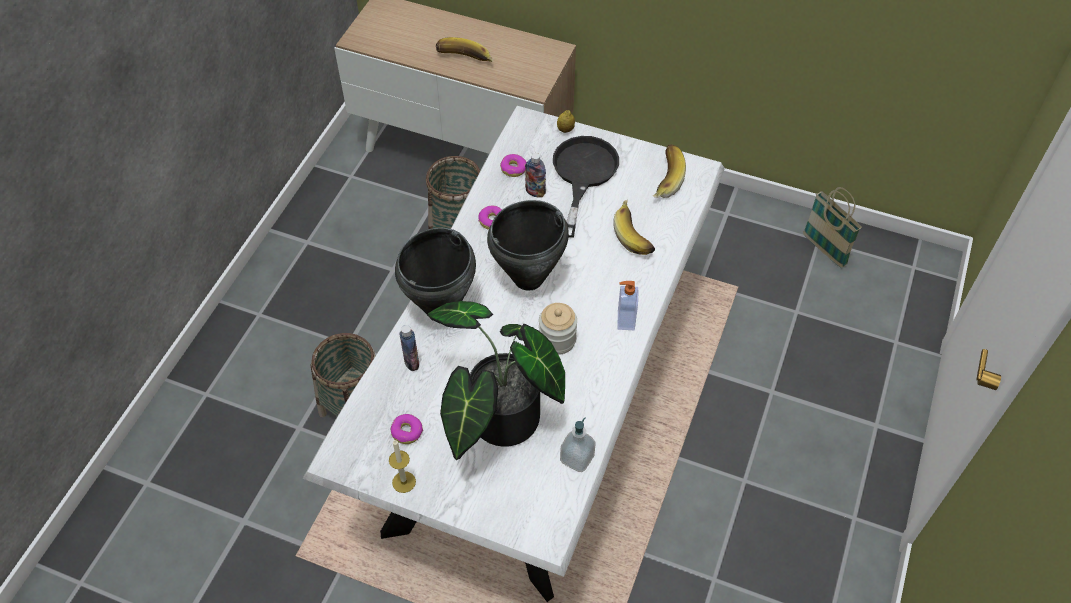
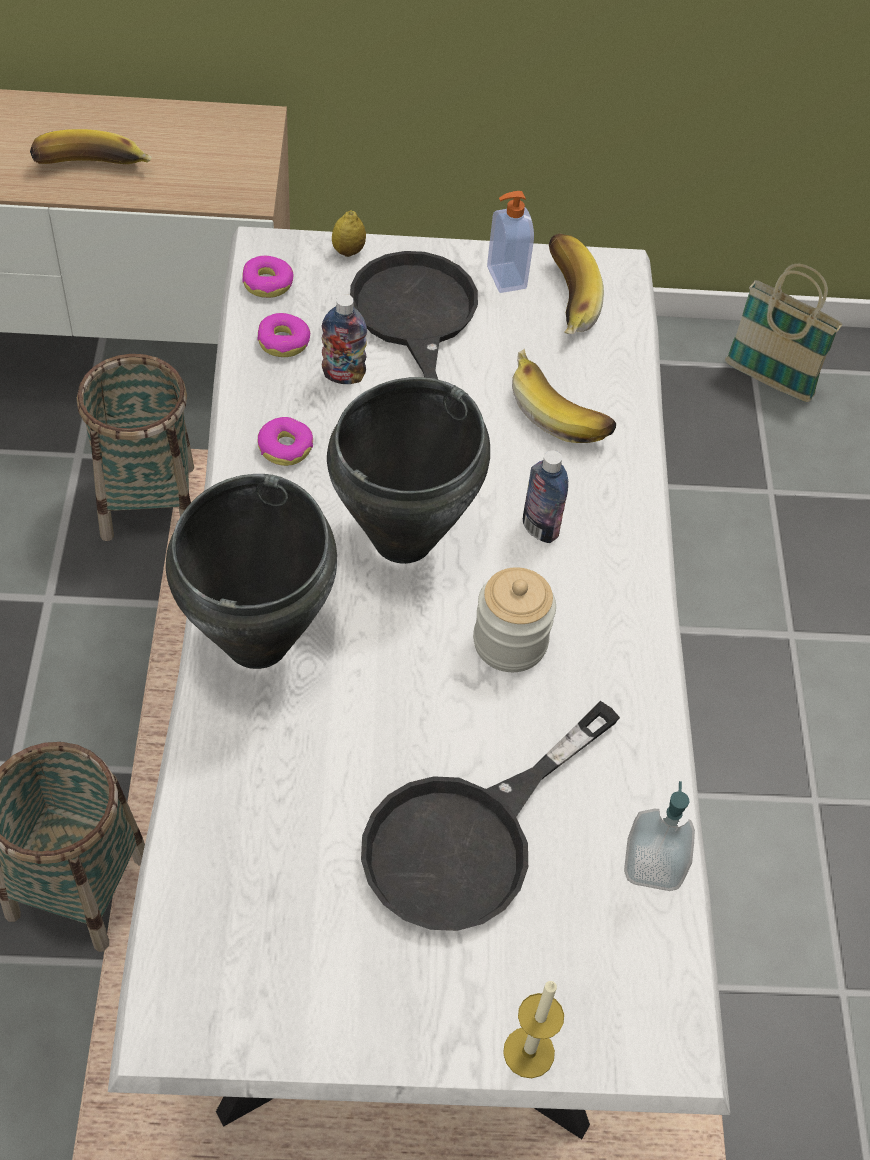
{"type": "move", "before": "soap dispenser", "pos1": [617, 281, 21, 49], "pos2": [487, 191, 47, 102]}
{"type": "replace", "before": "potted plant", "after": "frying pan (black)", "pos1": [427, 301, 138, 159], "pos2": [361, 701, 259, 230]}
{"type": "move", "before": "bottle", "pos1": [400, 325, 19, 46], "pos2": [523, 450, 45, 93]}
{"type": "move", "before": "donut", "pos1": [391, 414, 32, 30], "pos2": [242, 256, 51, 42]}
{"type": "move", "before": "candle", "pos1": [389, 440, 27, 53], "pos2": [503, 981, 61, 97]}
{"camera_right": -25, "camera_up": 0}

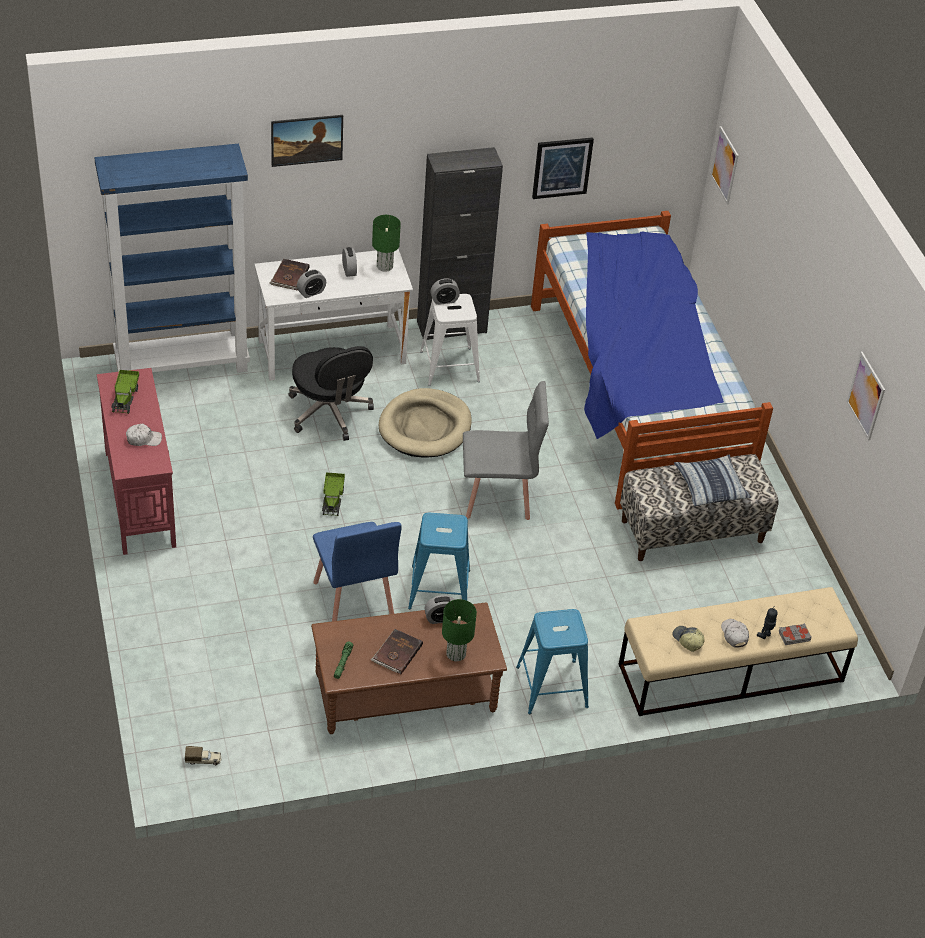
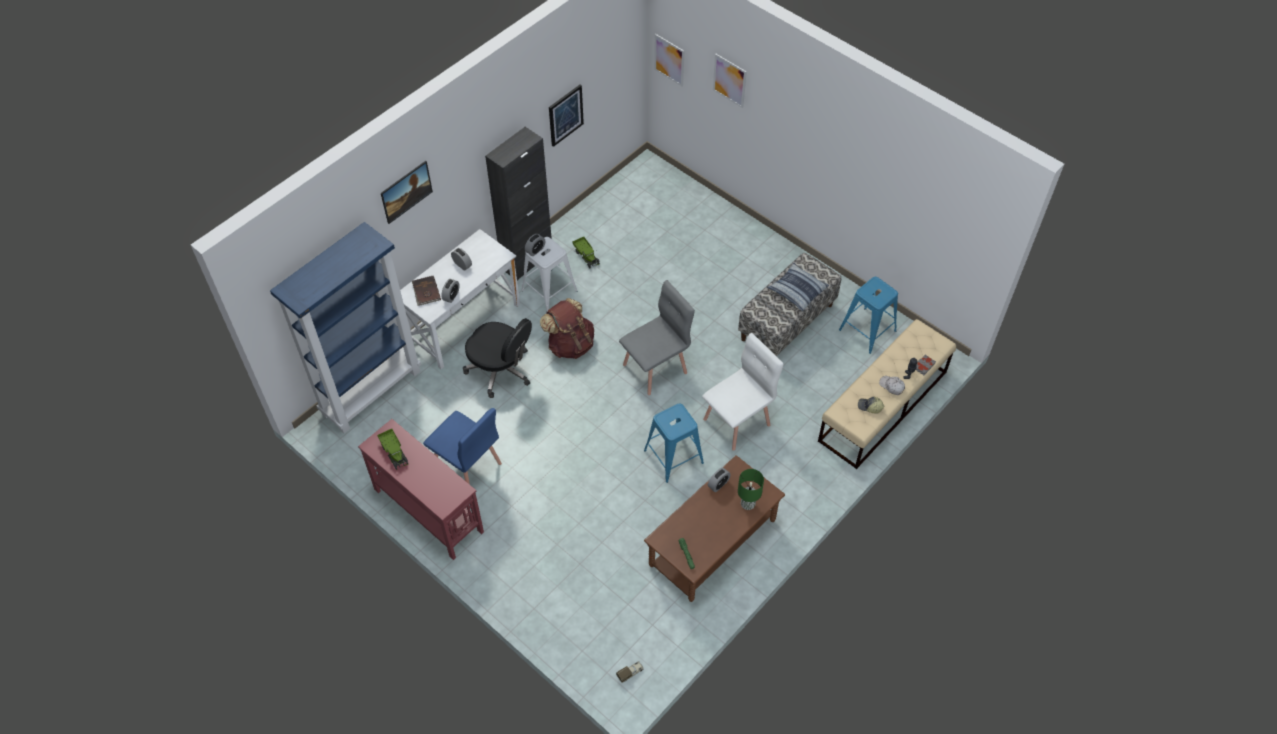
{"type": "delete", "before": "bed", "pos1": [531, 211, 242, 299]}
{"type": "delete", "before": "table lamp (green)", "pos1": [372, 215, 29, 57]}
{"type": "move", "before": "picture", "pos1": [847, 352, 38, 89], "pos2": [713, 54, 34, 54]}
{"type": "replace", "before": "dog bed (beige)", "after": "backpack (brown)", "pos1": [379, 388, 93, 70], "pos2": [540, 298, 54, 61]}
{"type": "delete", "before": "cap (white)", "pos1": [126, 424, 36, 22]}
{"type": "move", "before": "toy truck", "pos1": [322, 472, 23, 44], "pos2": [572, 237, 28, 31]}
{"type": "move", "before": "chair (blue)", "pos1": [313, 522, 89, 99], "pos2": [423, 408, 79, 76]}
{"type": "move", "before": "stool (blue)", "pos1": [516, 609, 73, 105], "pos2": [839, 277, 59, 77]}
{"type": "delete", "before": "book (brown)", "pos1": [371, 629, 52, 45]}
{"type": "insert", "after": "chair (white)", "pos2": [702, 333, 82, 118]}
{"camera_right": -30, "camera_up": 10}

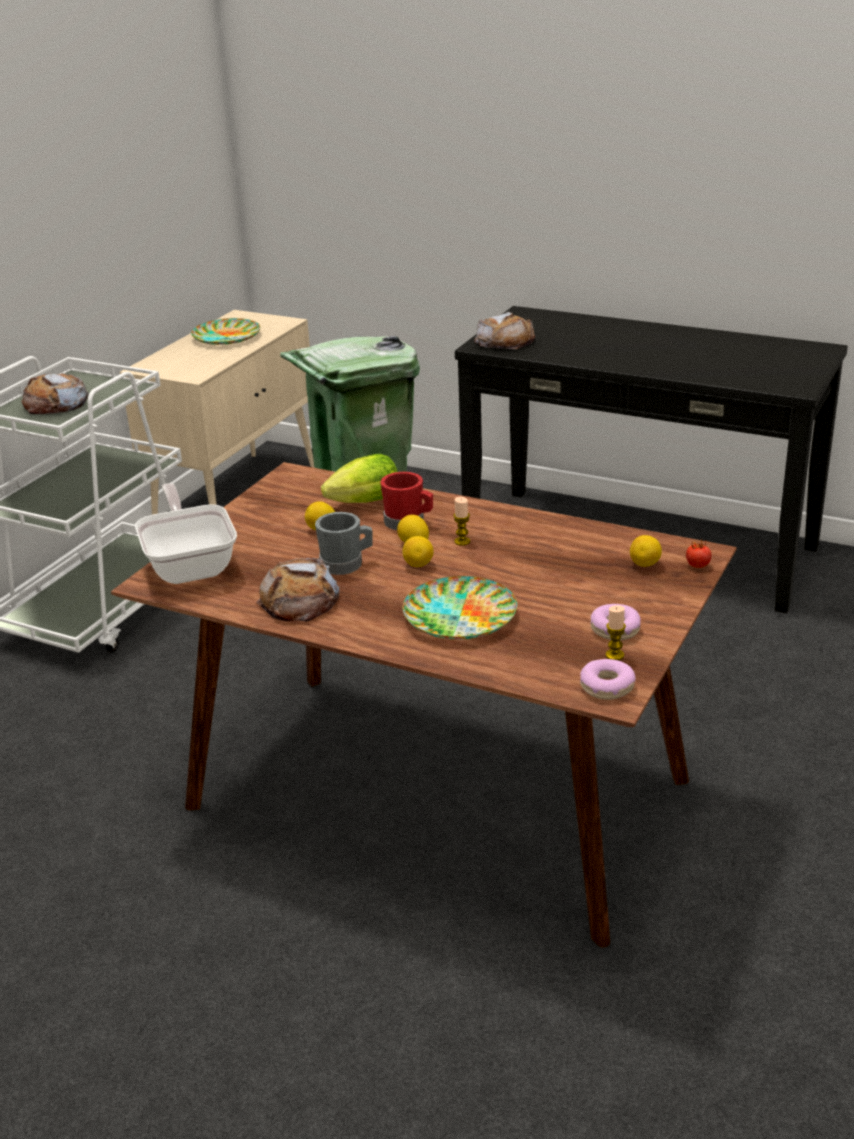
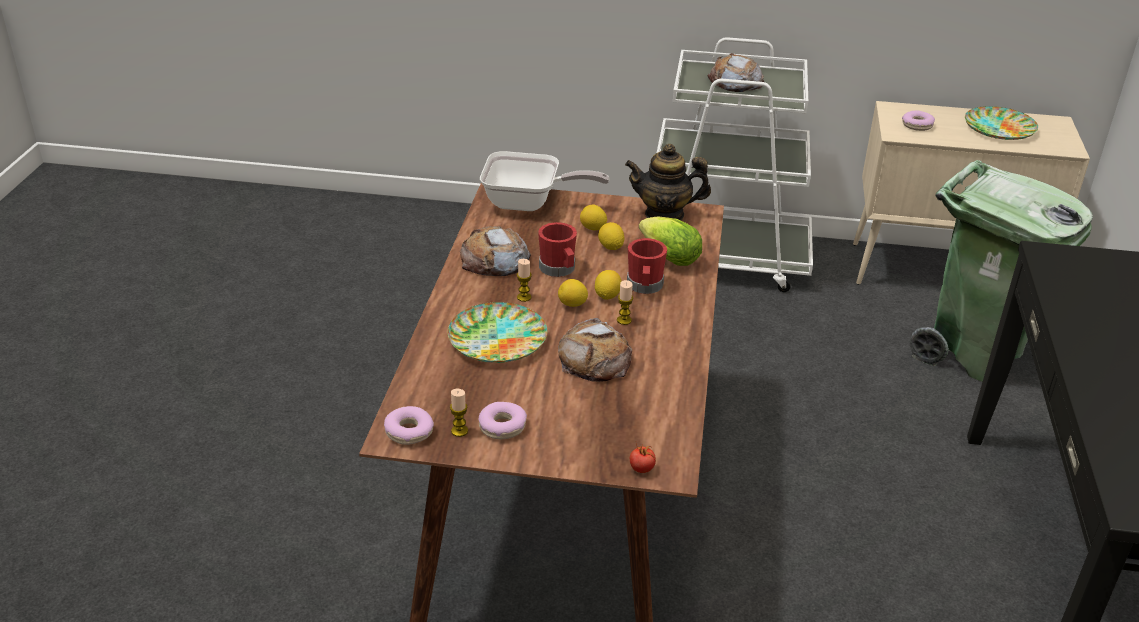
{"type": "move", "before": "bread", "pos1": [474, 312, 61, 37], "pos2": [558, 318, 74, 64]}
{"type": "rotate", "before": "frying pan", "pos1": [135, 483, 102, 101], "pos2": [480, 151, 130, 60], "turn": 45}
{"type": "recolor", "before": "mug (grey)", "after": "mug (red)", "pos1": [315, 512, 57, 63], "pos2": [538, 222, 39, 55]}
{"type": "move", "before": "lemon", "pos1": [630, 535, 32, 32], "pos2": [580, 205, 27, 25]}
{"type": "insert", "after": "donut", "pos2": [902, 111, 33, 20]}
{"type": "insert", "after": "teapot", "pos2": [625, 144, 86, 76]}
{"type": "insert", "after": "candle", "pos2": [517, 259, 15, 43]}
{"camera_right": 70, "camera_up": 5}

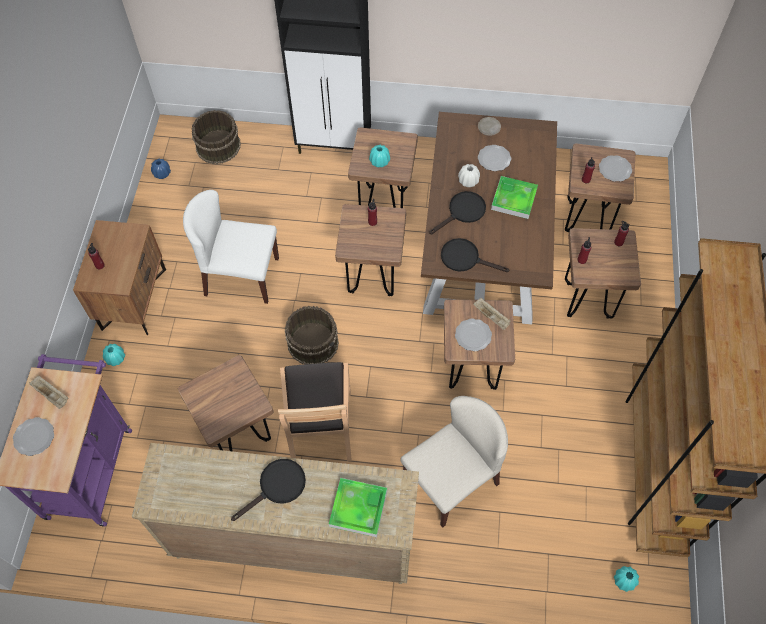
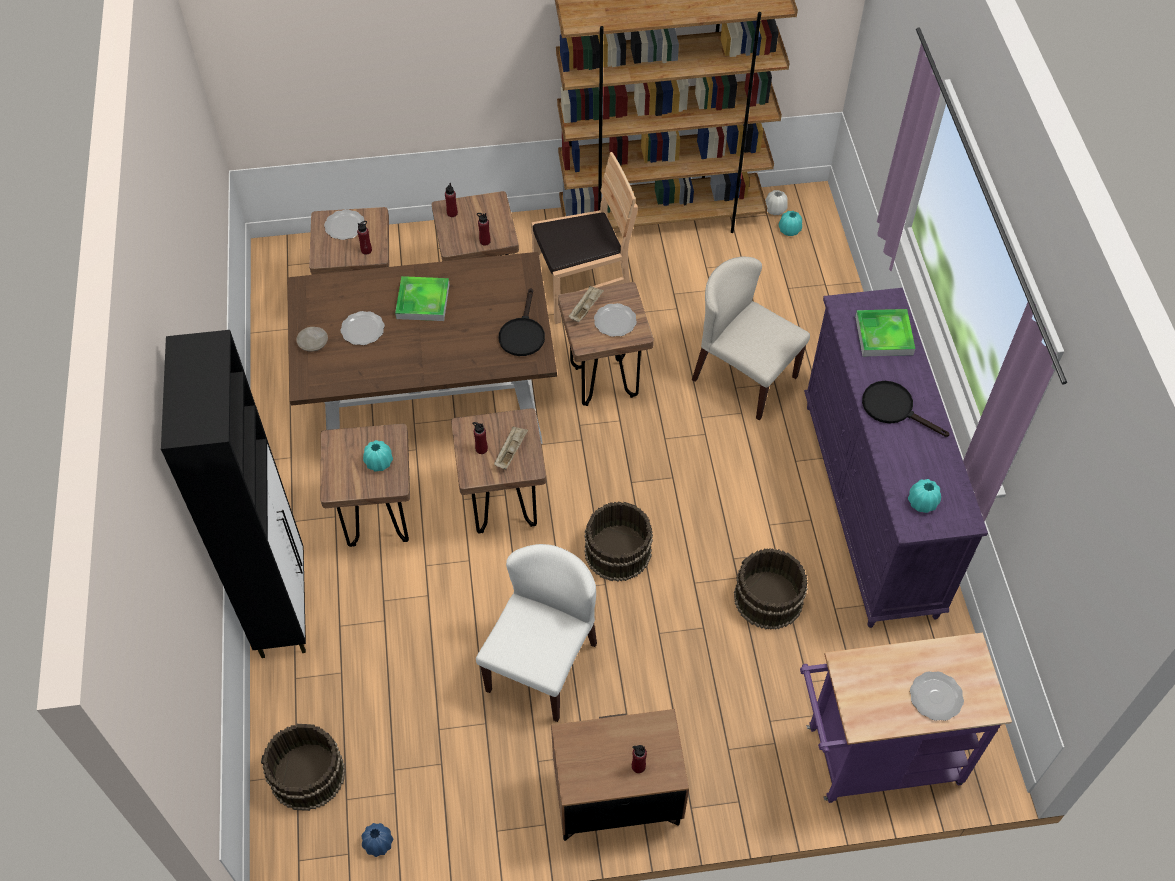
{"type": "move", "before": "vase (white)", "pos1": [458, 164, 22, 23], "pos2": [765, 190, 23, 25]}
{"type": "rotate", "before": "chair (white)", "pos1": [183, 190, 96, 114], "pos2": [476, 544, 121, 178], "turn": -150}
{"type": "delete", "before": "frying pan (black)", "pos1": [429, 191, 57, 43]}
{"type": "move", "before": "vase (turquoise)", "pos1": [103, 344, 22, 22], "pos2": [908, 479, 33, 34]}
{"type": "replace", "before": "stool (brown)", "after": "bucket (brown)", "pos1": [178, 355, 96, 97], "pos2": [734, 548, 74, 82]}
{"type": "move", "before": "chair (brown)", "pos1": [278, 362, 73, 99], "pos2": [531, 152, 107, 172]}
{"type": "move", "before": "tray (beige)", "pos1": [29, 376, 40, 33], "pos2": [494, 426, 34, 44]}
{"type": "recolor", "before": "dresser (beige)", "after": "dresser (purple)", "pos1": [132, 443, 287, 141], "pos2": [804, 288, 184, 340]}
{"camera_right": -105, "camera_up": -5}

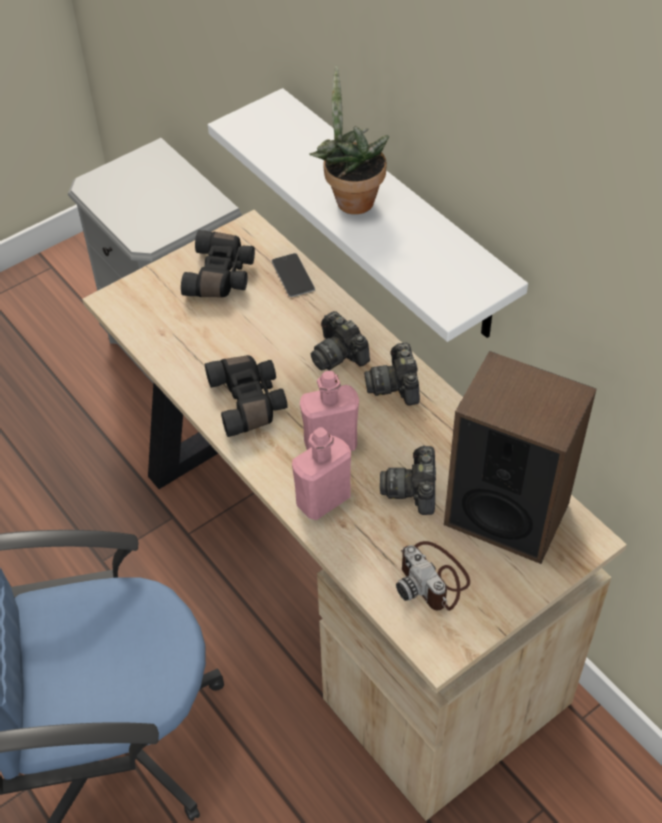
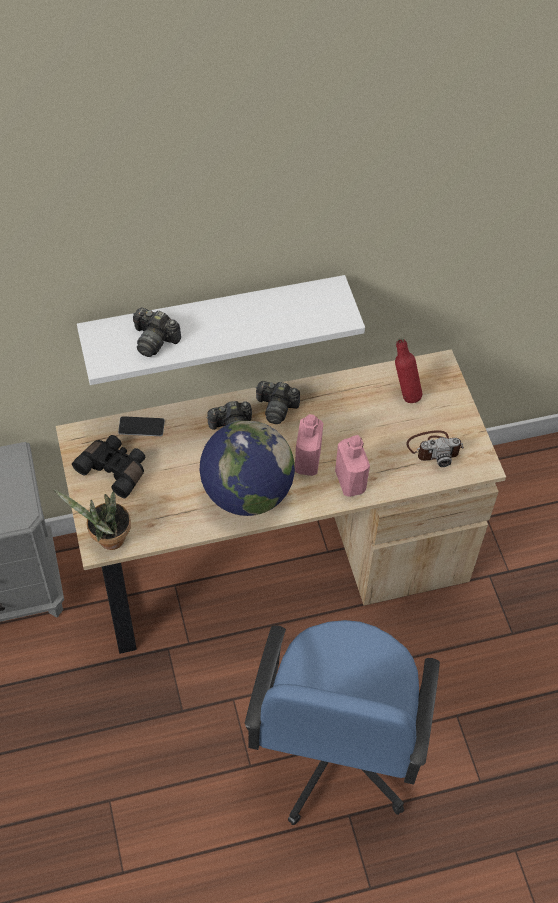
{"type": "move", "before": "potted plant", "pos1": [309, 66, 80, 148], "pos2": [54, 490, 77, 60]}
{"type": "replace", "before": "speaker", "after": "bottle (red)", "pos1": [444, 351, 152, 213], "pos2": [395, 339, 27, 64]}
{"type": "replace", "before": "binoculars (black)", "after": "globe", "pos1": [205, 355, 83, 82], "pos2": [200, 421, 95, 95]}
{"type": "move", "before": "photo camera", "pos1": [380, 445, 56, 70], "pos2": [133, 307, 48, 50]}
{"camera_right": -70, "camera_up": 5}

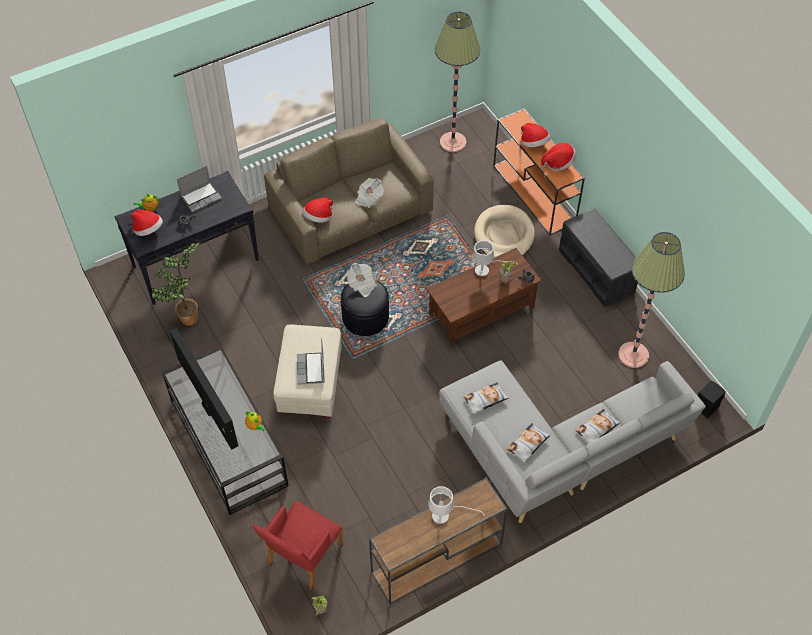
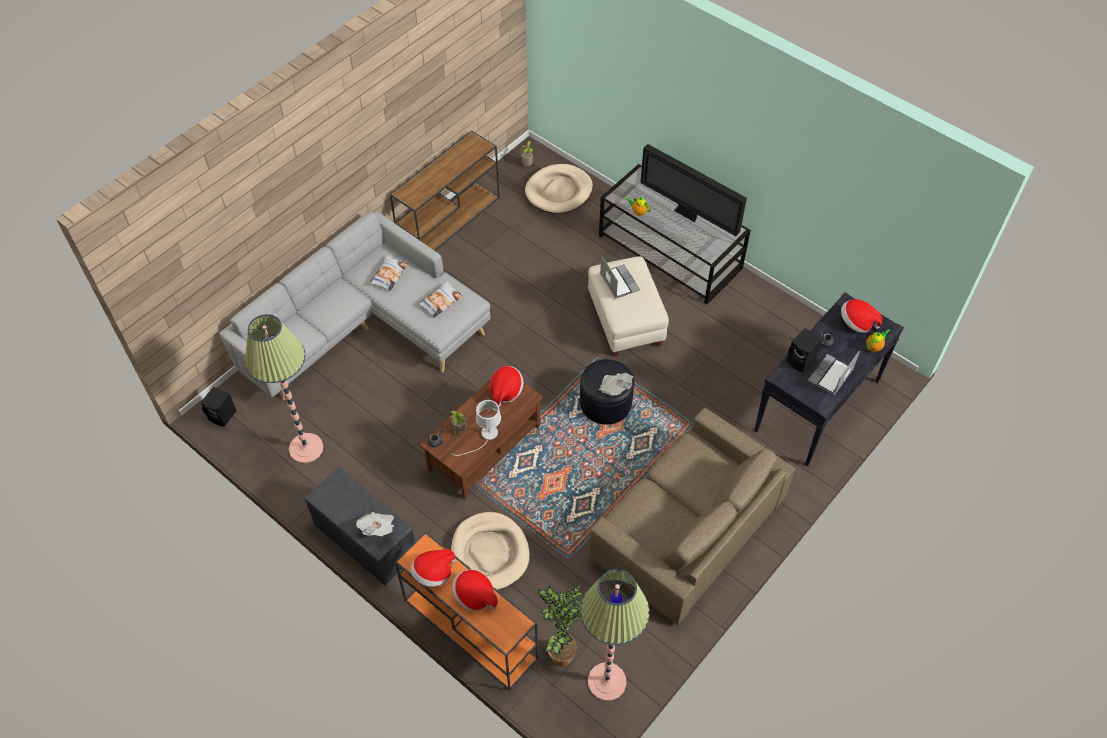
{"type": "move", "before": "newspaper", "pos1": [355, 178, 29, 30], "pos2": [356, 512, 38, 24]}
{"type": "move", "before": "hat", "pos1": [302, 197, 31, 26], "pos2": [489, 366, 34, 41]}
{"type": "move", "before": "potted plant", "pos1": [152, 242, 48, 84], "pos2": [538, 584, 46, 83]}
{"type": "delete", "before": "pillow", "pos1": [575, 409, 45, 34]}
{"type": "delete", "before": "table lamp (white)", "pos1": [428, 486, 57, 38]}
{"type": "replace", "before": "armchair (red)", "after": "dog bed (beige)", "pos1": [253, 501, 90, 90], "pos2": [525, 164, 68, 50]}
{"type": "insert", "after": "speaker (black)", "pos2": [786, 328, 36, 45]}
{"camera_right": 160, "camera_up": 0}

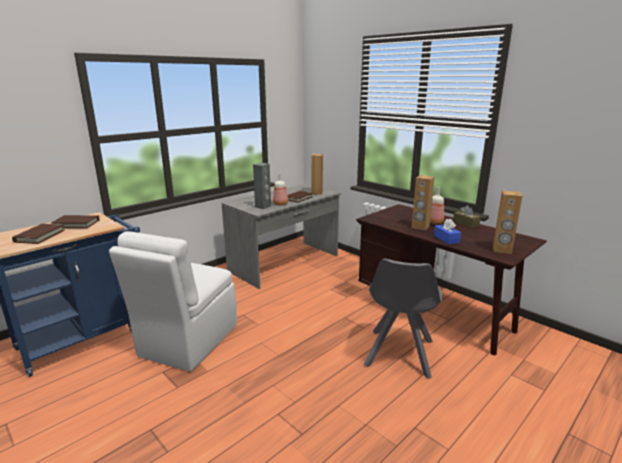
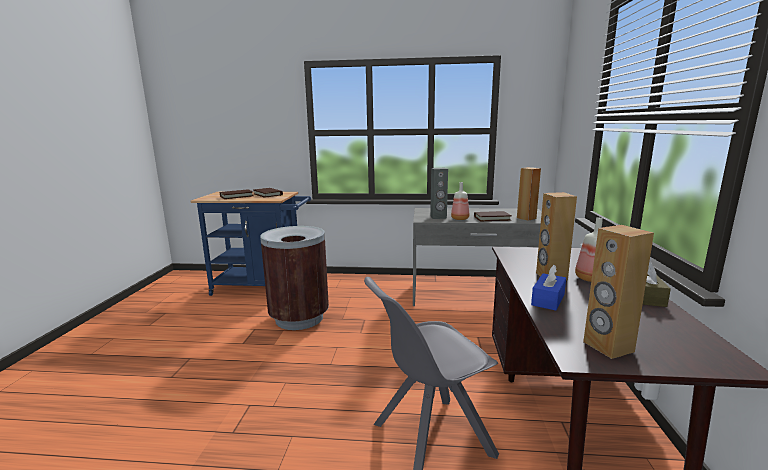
{"type": "replace", "before": "chair (white)", "after": "trash can (brown)", "pos1": [109, 231, 128, 141], "pos2": [260, 226, 69, 104]}
{"camera_right": 50, "camera_up": -5}

